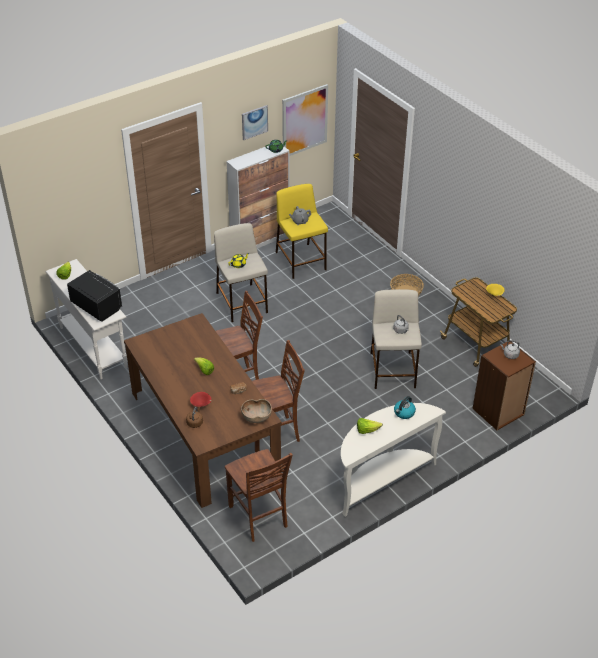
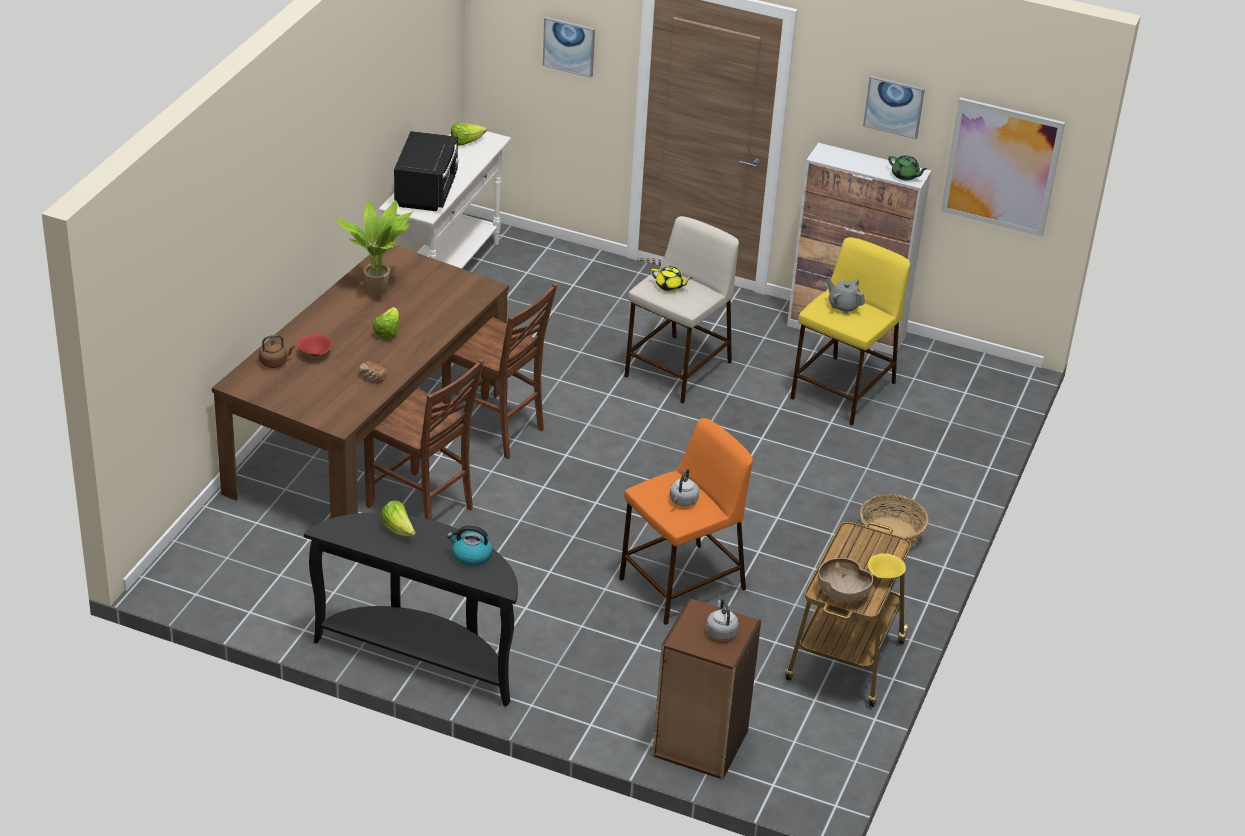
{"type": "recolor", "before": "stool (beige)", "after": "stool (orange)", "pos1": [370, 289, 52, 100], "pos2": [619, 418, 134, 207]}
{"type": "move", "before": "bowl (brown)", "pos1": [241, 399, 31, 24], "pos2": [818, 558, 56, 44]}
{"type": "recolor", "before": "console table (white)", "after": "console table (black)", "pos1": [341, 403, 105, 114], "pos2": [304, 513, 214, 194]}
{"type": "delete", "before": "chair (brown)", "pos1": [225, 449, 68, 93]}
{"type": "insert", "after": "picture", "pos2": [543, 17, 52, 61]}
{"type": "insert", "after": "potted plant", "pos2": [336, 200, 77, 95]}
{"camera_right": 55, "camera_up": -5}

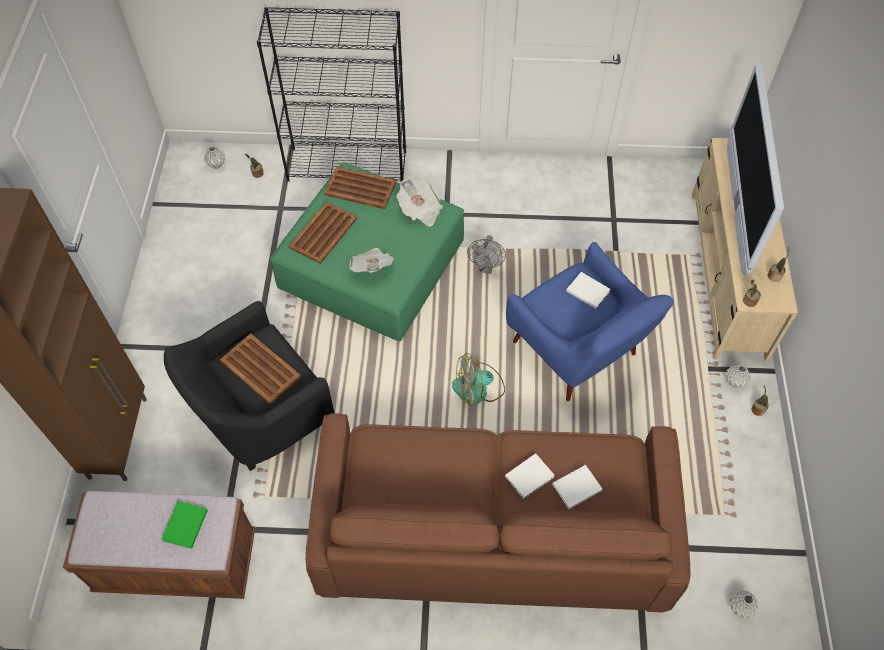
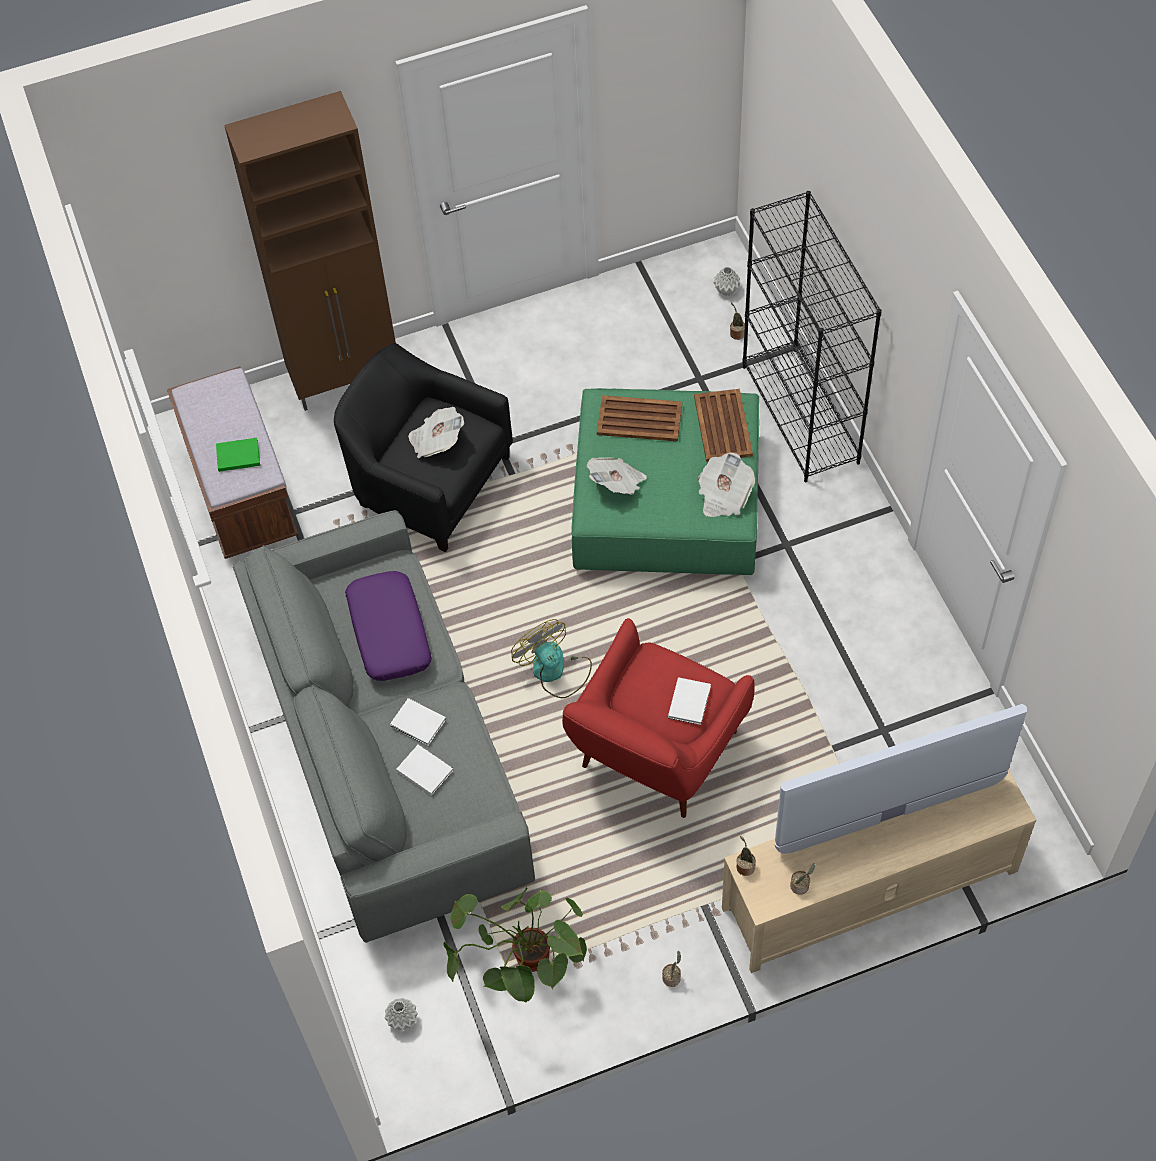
{"type": "delete", "before": "fan (grey)", "pos1": [467, 235, 39, 39]}
{"type": "recolor", "before": "armchair (blue)", "after": "armchair (red)", "pos1": [506, 242, 168, 159], "pos2": [562, 618, 193, 200]}
{"type": "replace", "before": "tray (brown)", "after": "newspaper", "pos1": [220, 333, 81, 71], "pos2": [408, 407, 56, 51]}
{"type": "delete", "before": "vase (grey)", "pos1": [726, 364, 25, 24]}
{"type": "recolor", "before": "sofa (brown)", "after": "sofa (grey)", "pos1": [306, 413, 384, 200], "pos2": [233, 510, 302, 433]}
{"type": "insert", "after": "pillow (purple)", "pos2": [345, 571, 87, 110]}
{"type": "insert", "after": "potted plant", "pos2": [443, 887, 144, 116]}
{"camera_right": 70, "camera_up": 0}

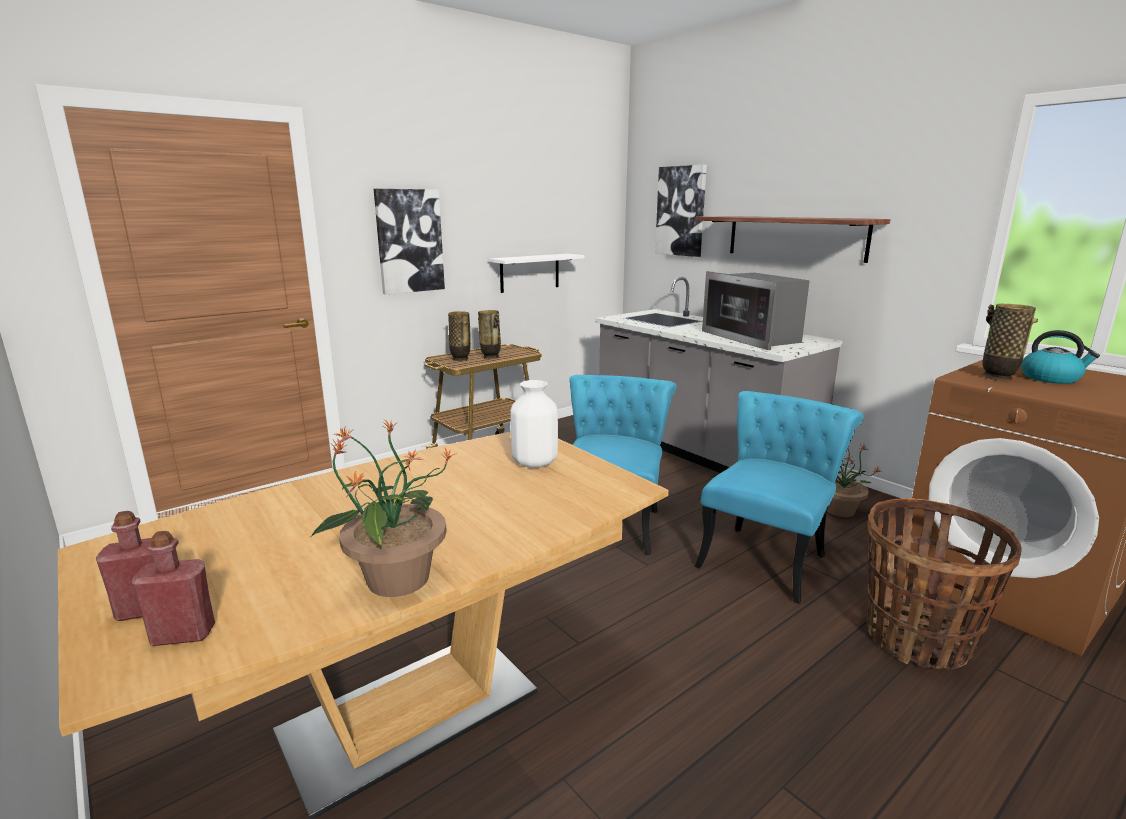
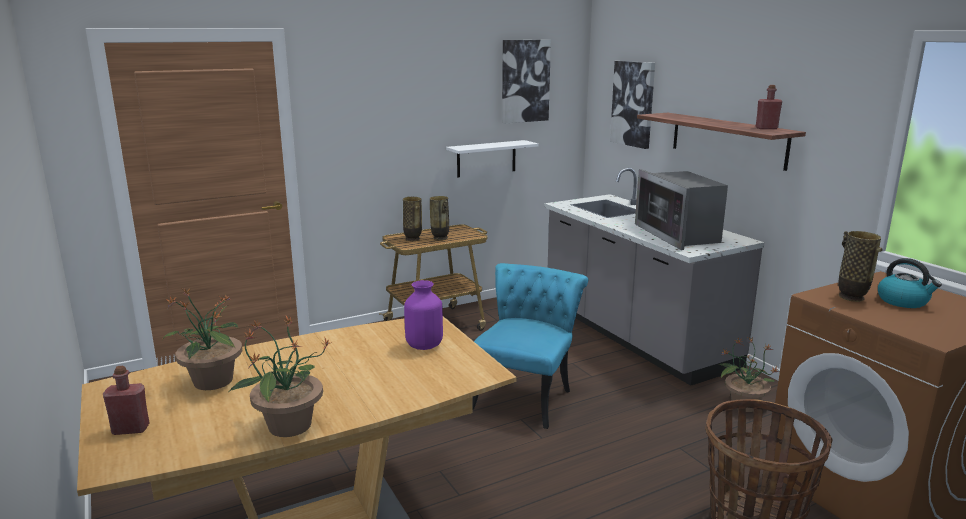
{"type": "move", "before": "picture", "pos1": [374, 189, 71, 105], "pos2": [502, 40, 49, 83]}
{"type": "recolor", "before": "vase (white)", "after": "vase (purple)", "pos1": [510, 380, 48, 88], "pos2": [404, 280, 39, 70]}
{"type": "delete", "before": "chair (turquoise)", "pos1": [695, 391, 168, 213]}
{"type": "move", "before": "bottle (red)", "pos1": [132, 531, 83, 115], "pos2": [756, 85, 26, 44]}
{"type": "insert", "after": "potted plant", "pos2": [162, 289, 80, 101]}
{"camera_right": 10, "camera_up": 0}

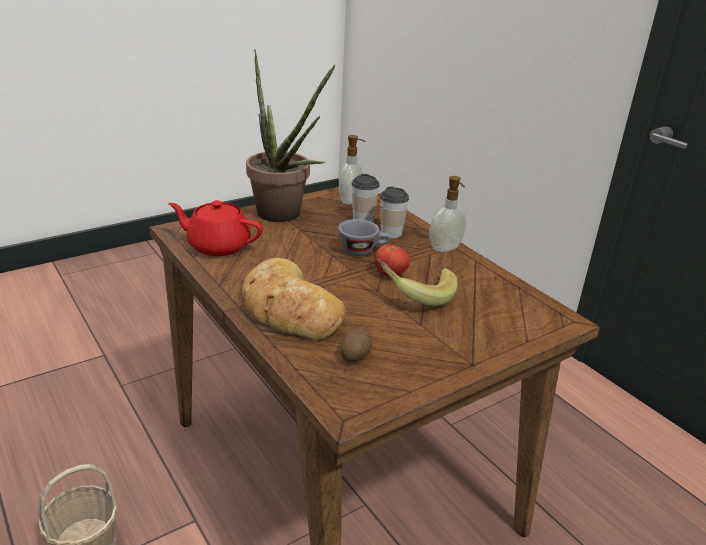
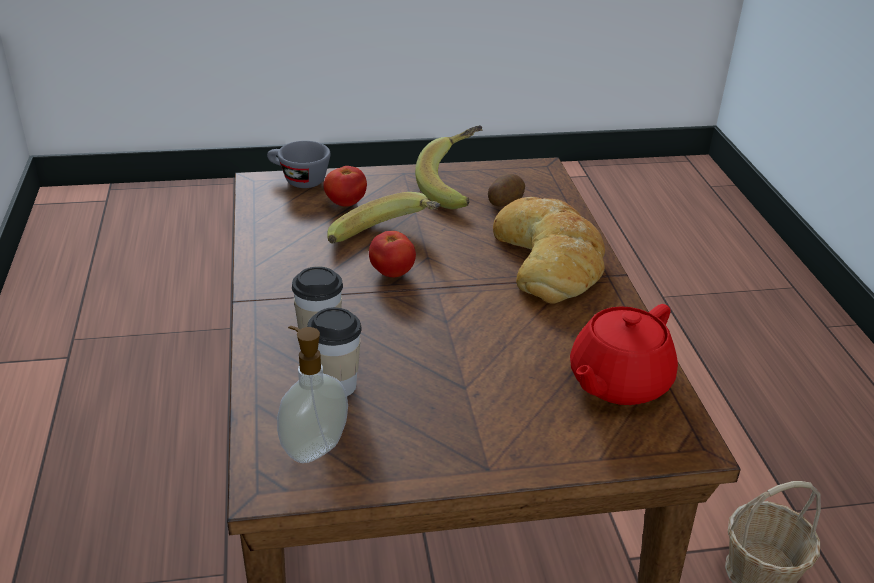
{"type": "delete", "before": "potted plant", "pos1": [246, 48, 90, 174]}
{"type": "delete", "before": "soap dispenser", "pos1": [429, 176, 38, 76]}
{"type": "rotate", "before": "teapot (red)", "pos1": [168, 200, 95, 56], "pos2": [570, 304, 108, 101], "turn": 90}
{"type": "move", "before": "cup (grey)", "pos1": [338, 219, 53, 37], "pos2": [267, 141, 64, 47]}
{"type": "insert", "after": "banana", "pos2": [415, 125, 68, 84]}
{"type": "insert", "after": "tomato", "pos2": [323, 166, 44, 40]}
{"camera_right": -155, "camera_up": 5}

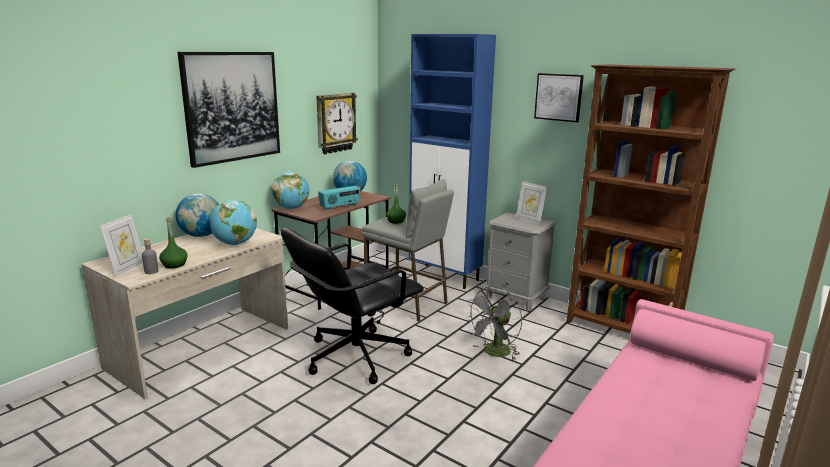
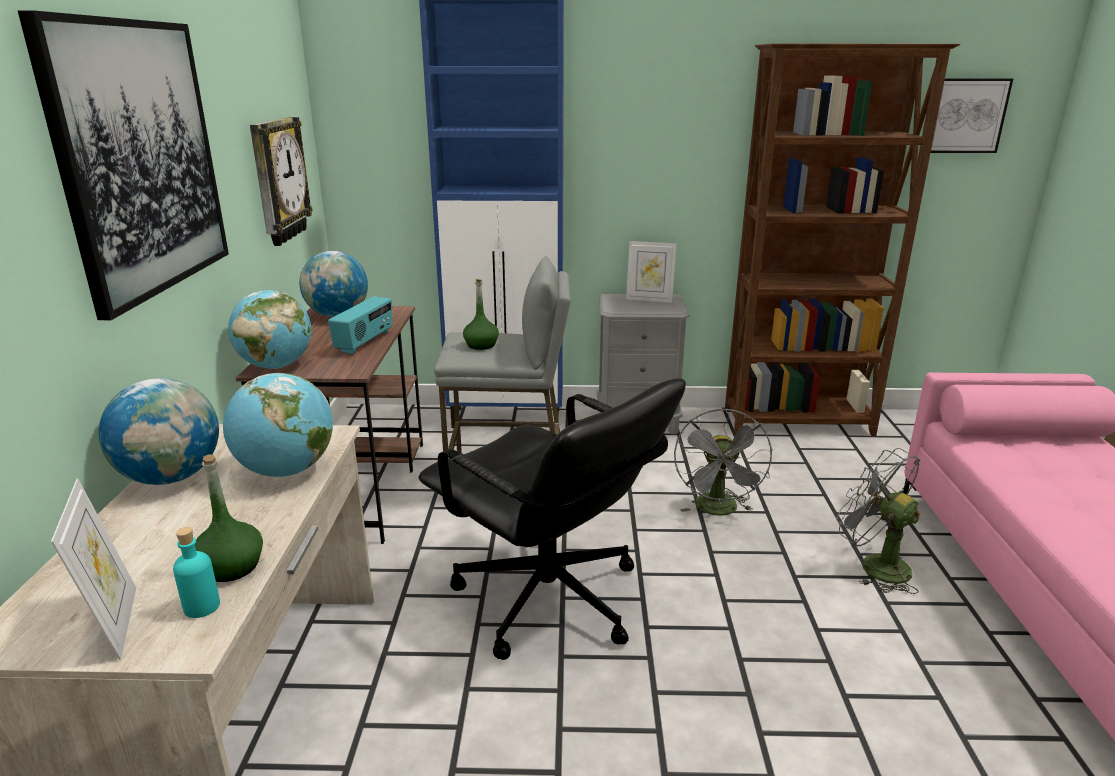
{"type": "move", "before": "picture", "pos1": [534, 73, 50, 49], "pos2": [931, 78, 82, 75]}
{"type": "rotate", "before": "office chair (black)", "pos1": [281, 228, 143, 156], "pos2": [418, 378, 268, 282], "turn": -60}
{"type": "recolor", "before": "bottle (grey)", "after": "bottle (turquoise)", "pos1": [142, 239, 16, 35], "pos2": [173, 527, 47, 91]}
{"type": "insert", "after": "fan (grey)", "pos2": [836, 448, 85, 146]}
{"camera_right": -35, "camera_up": 5}

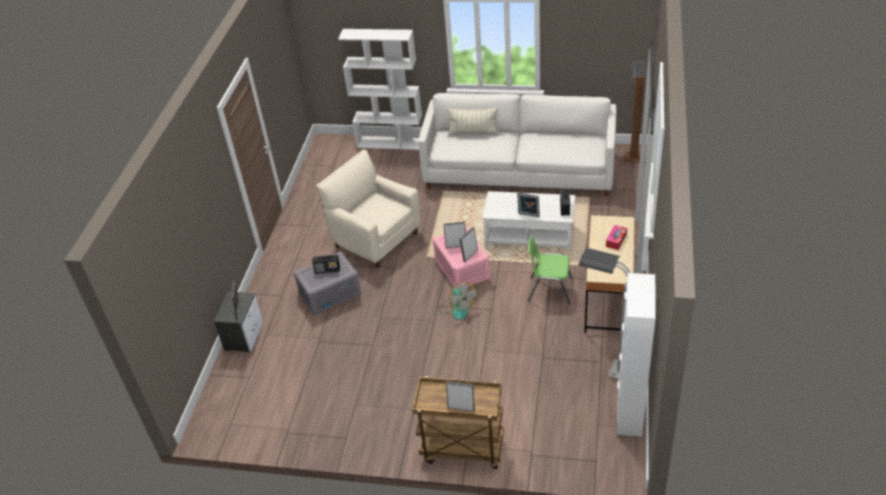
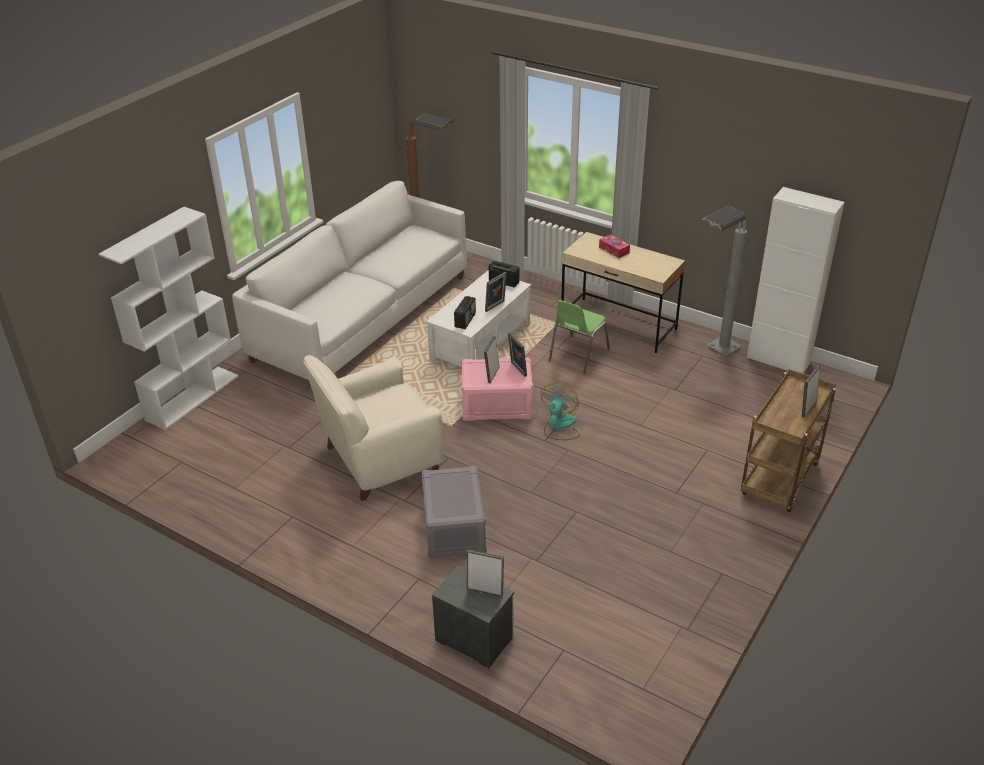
{"type": "delete", "before": "pillow", "pos1": [447, 108, 52, 28]}
{"type": "move", "before": "radio", "pos1": [313, 254, 27, 20], "pos2": [454, 296, 22, 33]}
{"type": "rotate", "before": "fan", "pos1": [439, 282, 38, 38], "pos2": [540, 383, 40, 57], "turn": -60}
{"camera_right": -70, "camera_up": -5}

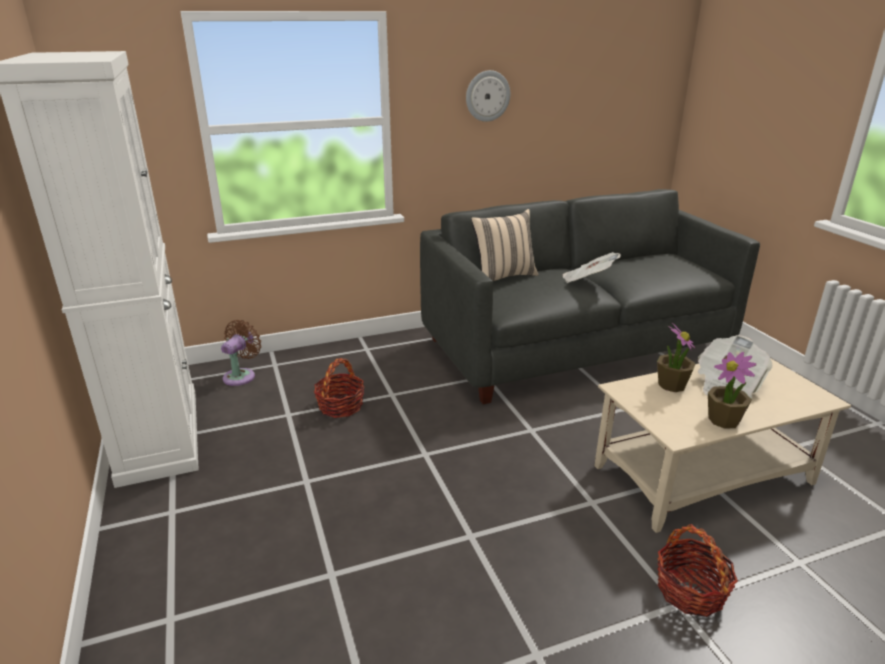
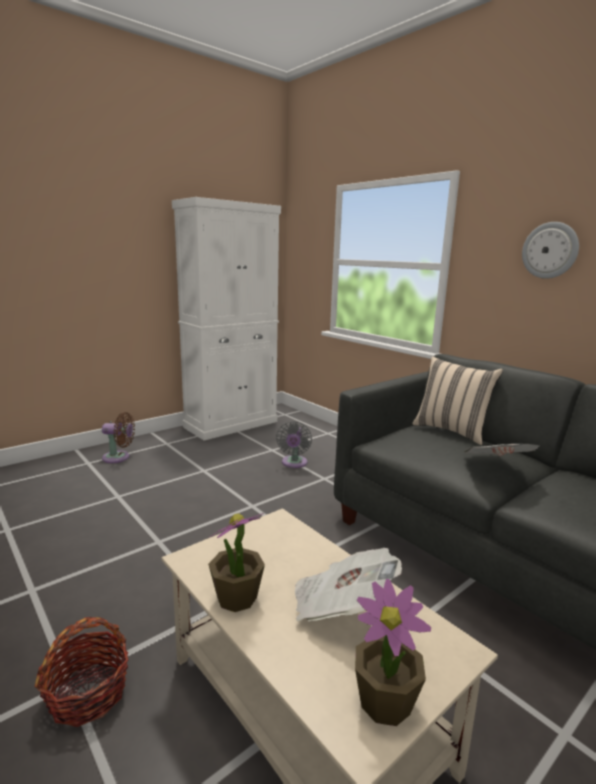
{"type": "move", "before": "fan (brown)", "pos1": [221, 320, 40, 66], "pos2": [102, 412, 33, 51]}
{"type": "move", "before": "potted plant", "pos1": [657, 322, 39, 70], "pos2": [355, 579, 76, 147]}
{"type": "replace", "before": "basket", "after": "fan (grey)", "pos1": [314, 358, 51, 60], "pos2": [276, 421, 36, 47]}
{"camera_right": 70, "camera_up": -10}

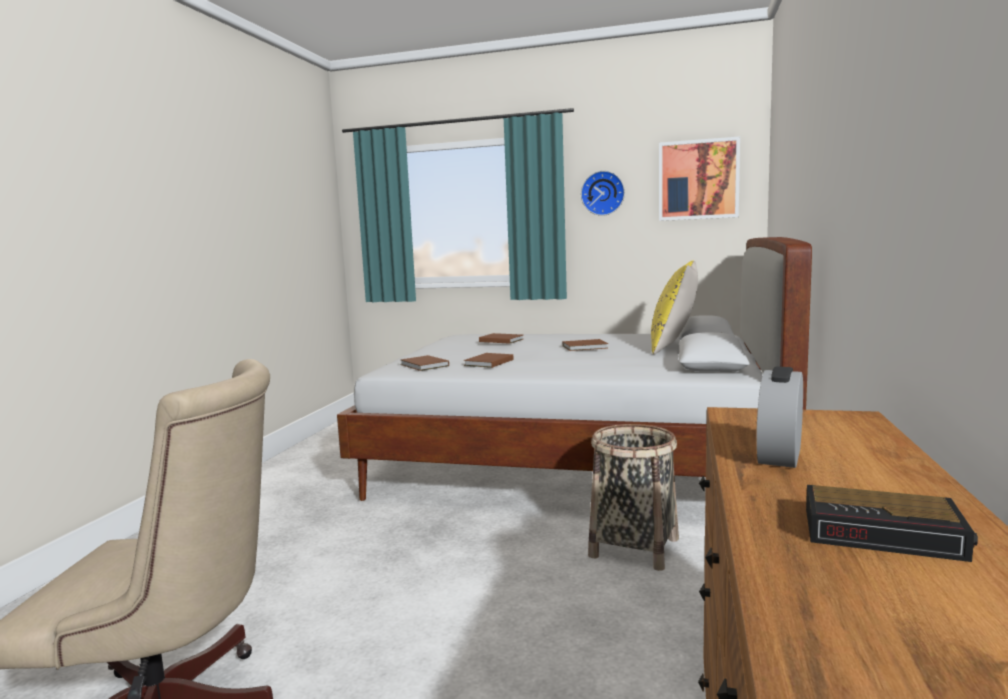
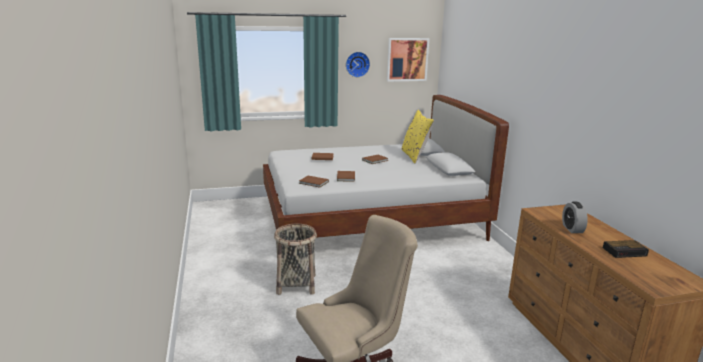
{"type": "move", "before": "basket", "pos1": [588, 424, 91, 147], "pos2": [274, 223, 43, 72]}
{"camera_right": -30, "camera_up": 10}

